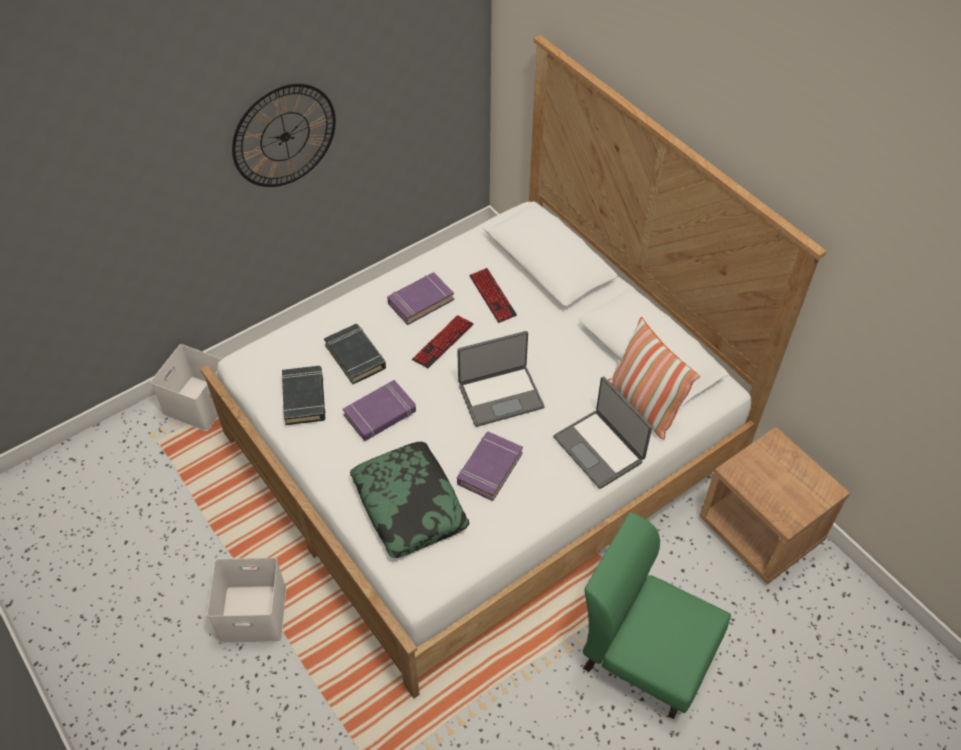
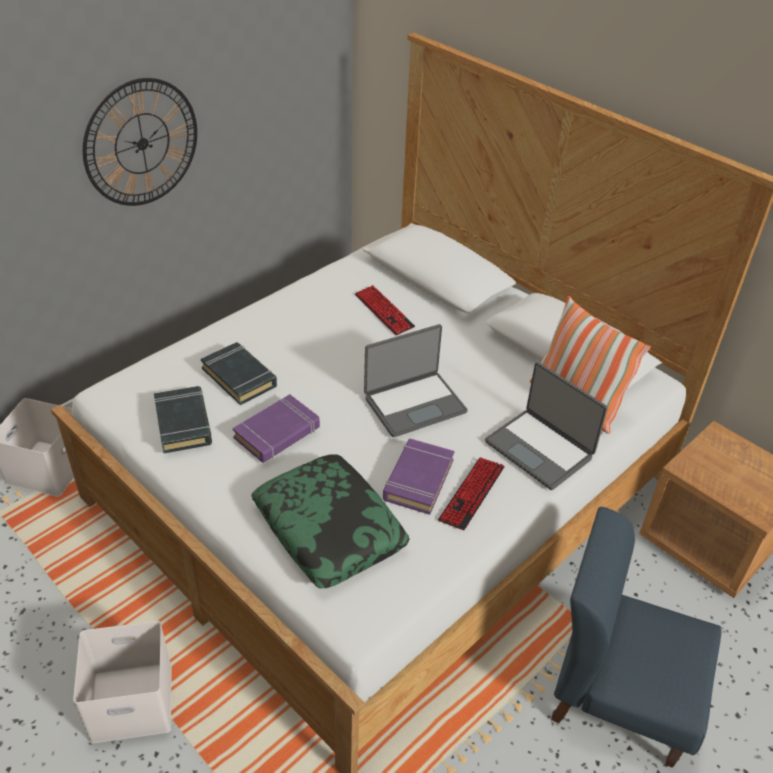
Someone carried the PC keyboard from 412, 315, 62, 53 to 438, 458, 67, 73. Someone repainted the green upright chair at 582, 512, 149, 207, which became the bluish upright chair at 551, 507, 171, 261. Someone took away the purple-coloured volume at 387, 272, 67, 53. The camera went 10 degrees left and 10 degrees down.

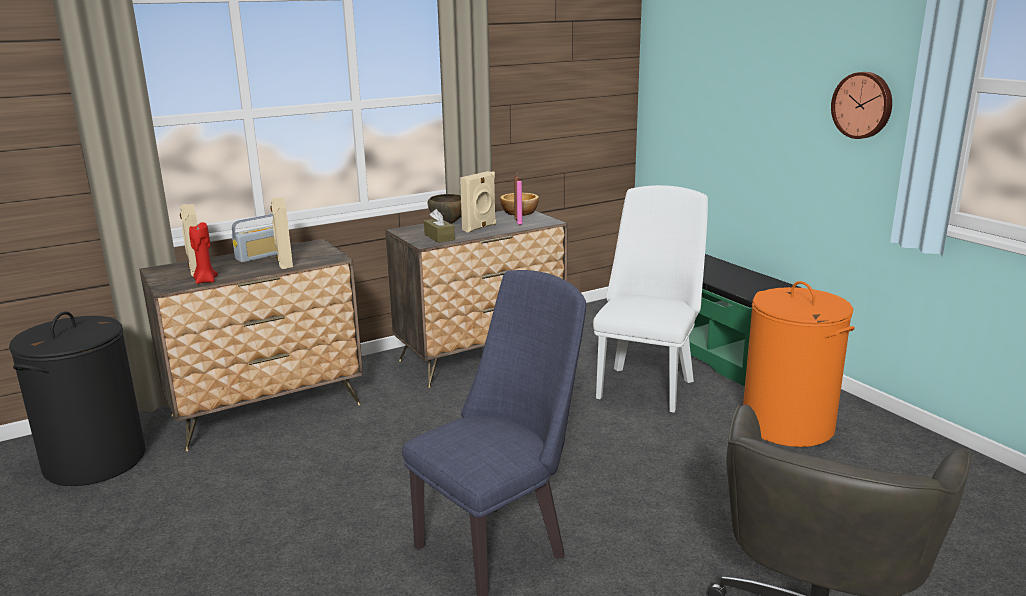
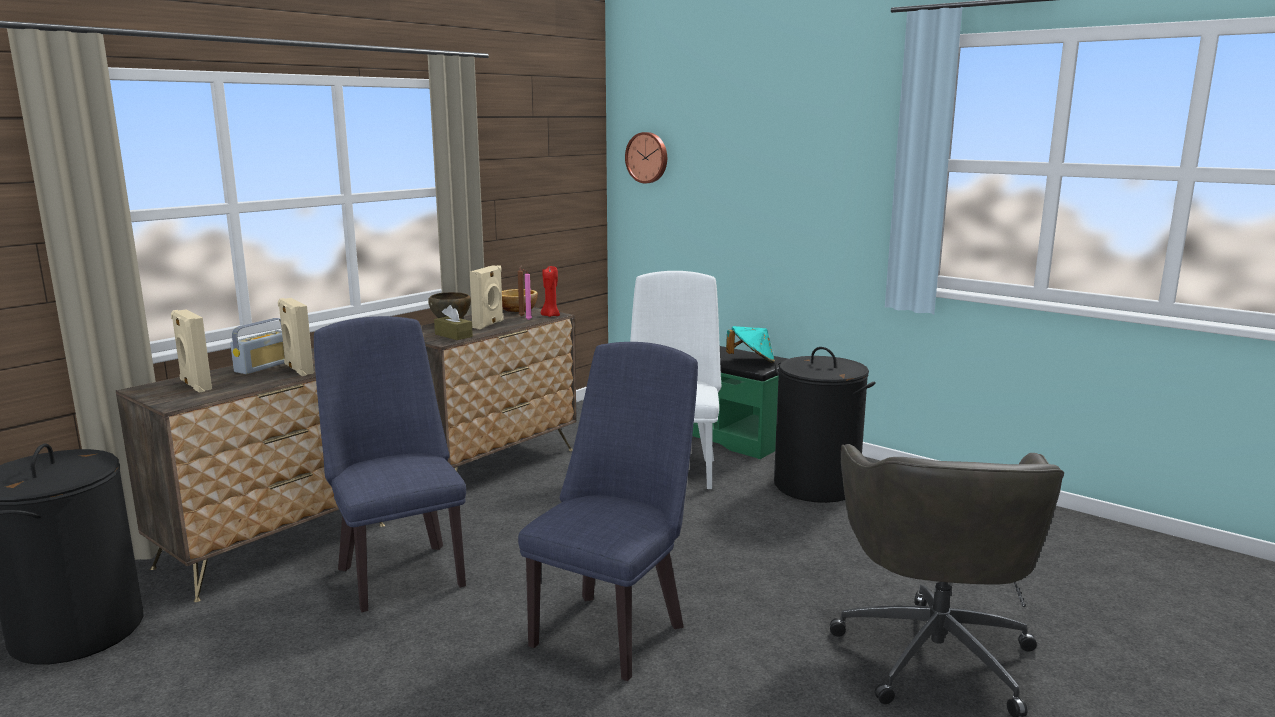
Someone put down the bluish upright chair at 314, 316, 152, 296. Someone carried the red-coloured wax candle from 189, 222, 29, 62 to 541, 266, 19, 51. Someone carried the clock on the wall from 831, 72, 61, 67 to 625, 132, 42, 51. Someone put down the turquoise hat at 726, 326, 49, 37. Someone repainted the orange-coloured washing basket at 743, 281, 112, 166, which became the blackish washing basket at 774, 347, 101, 156. The camera went 20 degrees left and 5 degrees down.

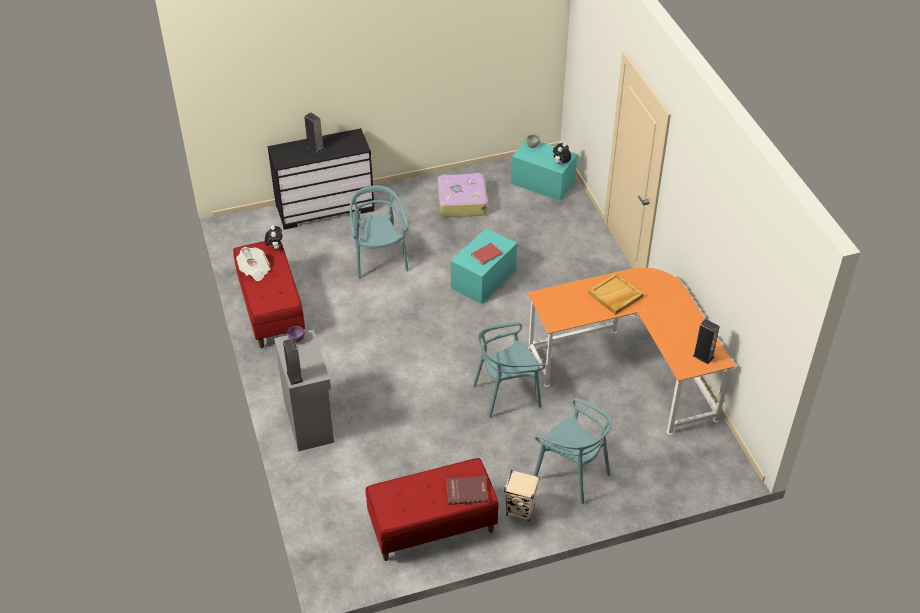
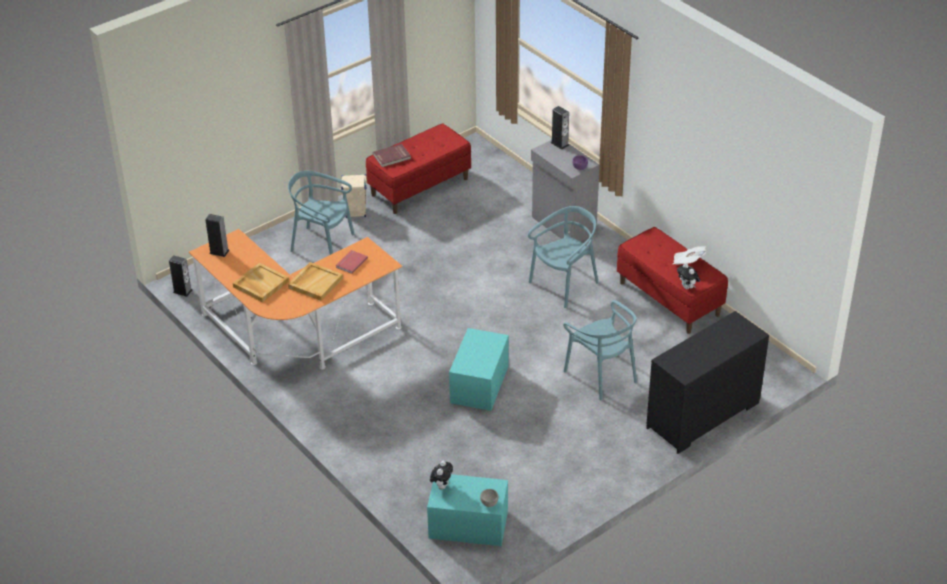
Someone carried the speaker from 304, 112, 20, 42 to 169, 255, 23, 42. Someone put down the beige-coloured serving tray at 233, 263, 56, 39. Someone carried the red-coloured volume from 471, 243, 31, 22 to 336, 250, 32, 24. Someone carried the turquoise upright chair from 473, 322, 72, 96 to 528, 206, 71, 102. Someone took away the travel case at 437, 173, 51, 44. The camera went 160 degrees right and 5 degrees down.

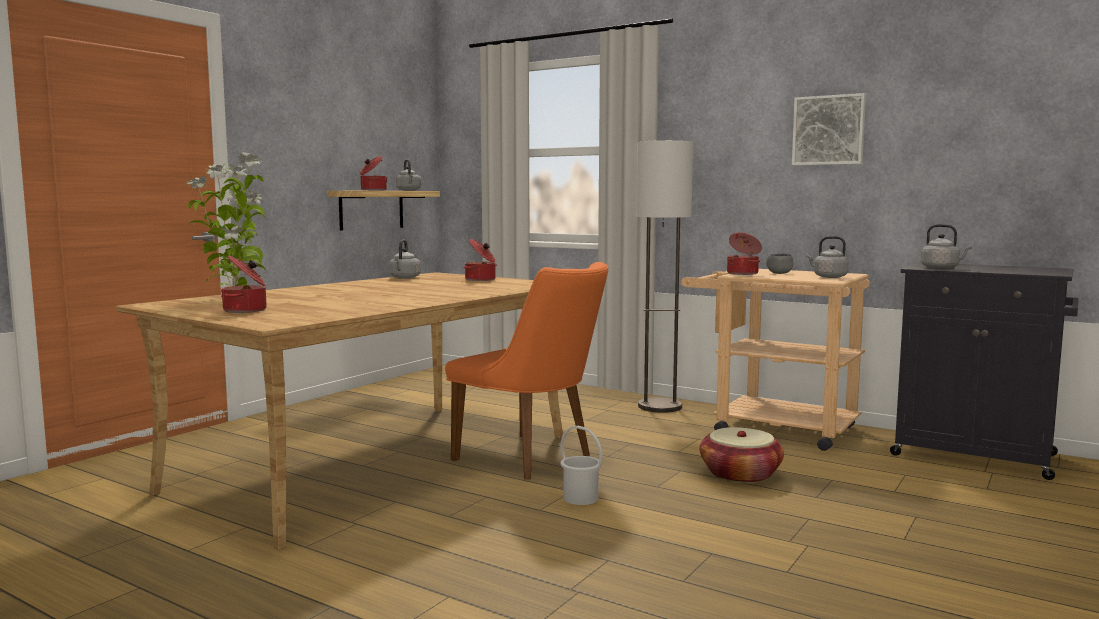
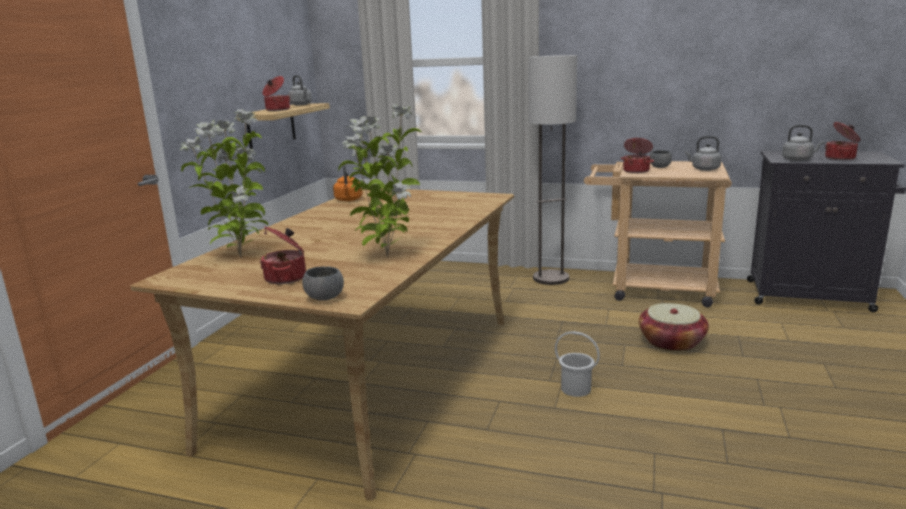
Someone put down the grey serving bowl at 302, 266, 42, 35. Someone repainted the grey kettle at 389, 240, 32, 39, which became the orange-coloured kettle at 333, 165, 30, 36. Someone put down the houseplant at 338, 104, 84, 153. Someone carried the saucepot from 464, 239, 33, 42 to 825, 122, 35, 38. Someone took away the orange-coloured upright chair at 445, 262, 163, 217. Someone took away the wall art at 792, 93, 74, 72. The camera went 15 degrees left and 10 degrees up.

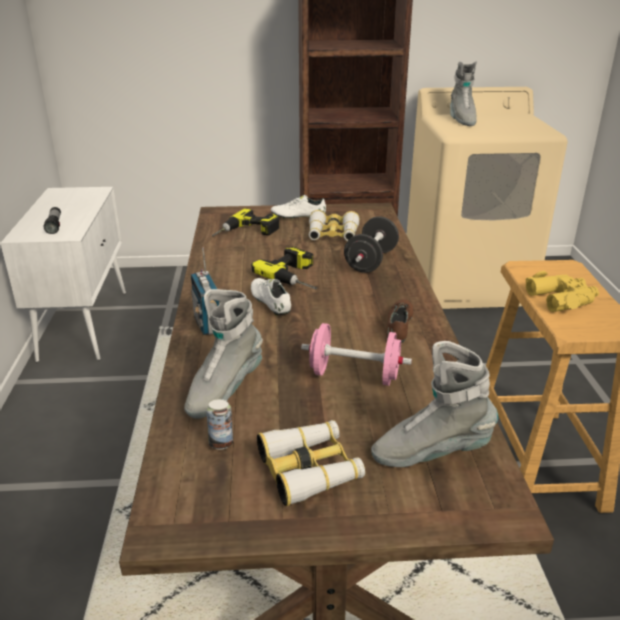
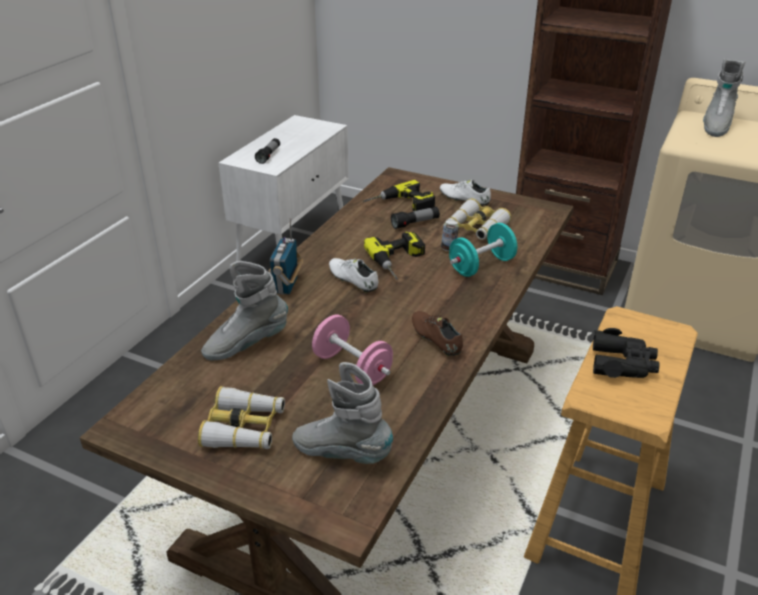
Someone rotated the white low shoe at 251, 278, 40, 38 by 45 degrees counterclockwise. Someone put down the torch at 391, 207, 49, 22. Someone rotated the brownish low shoe at 386, 299, 27, 44 by 75 degrees counterclockwise. Someone carried the sealed can from 207, 399, 26, 51 to 441, 220, 18, 31. Someone repainted the blackish dumbbell at 344, 216, 55, 57, which became the turquoise dumbbell at 449, 223, 68, 54. Someone repainted the yellowish pair of binoculars at 526, 271, 73, 41, which became the blackish pair of binoculars at 593, 328, 67, 50. The camera went 30 degrees right and 5 degrees up.

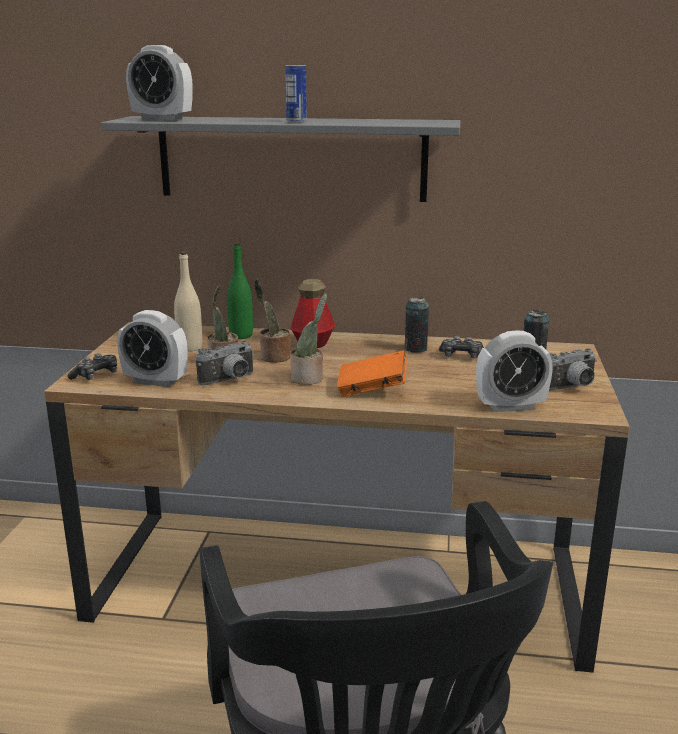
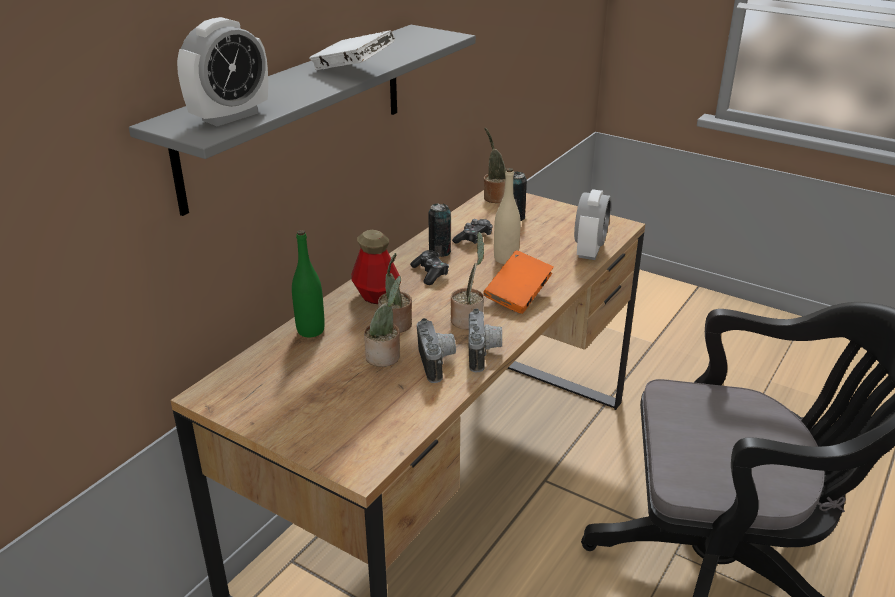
Someone swapped the sealed can at 285, 65, 22, 58 for the white volume at 309, 30, 86, 40. Someone carried the gamepad from 67, 353, 50, 27 to 410, 250, 39, 35. Someone carried the photo camera from 549, 348, 48, 43 to 469, 308, 33, 64. Someone put down the houseplant at 484, 128, 22, 75. Someone carried the beige-coloured bottle from 174, 252, 28, 100 to 494, 168, 27, 96. Someone took away the alarm clock at 117, 310, 71, 77. The camera went 65 degrees left and 10 degrees up.

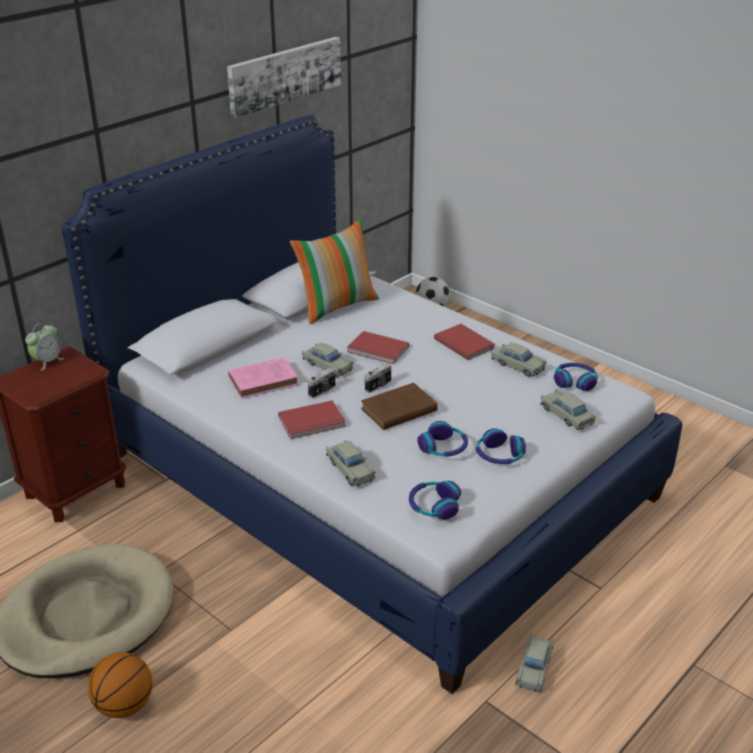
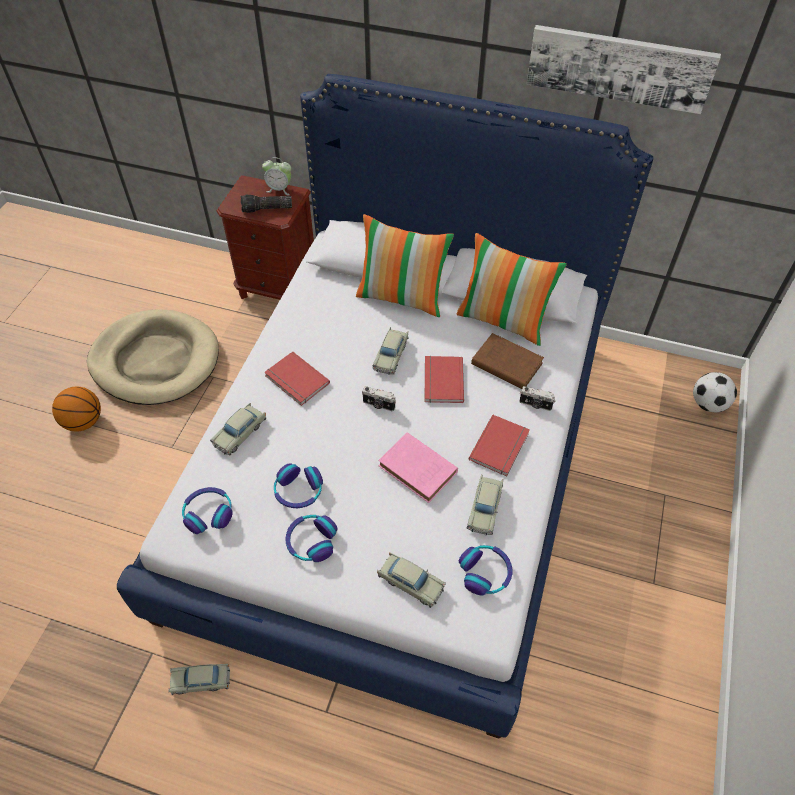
Someone put down the torch at 240, 195, 52, 18. Someone put down the cushion at 356, 214, 98, 103. Someone rotated the beige-coloured toy car at 540, 389, 55, 41 by 90 degrees clockwise. Someone carried the pink-coloured volume from 228, 357, 71, 42 to 378, 432, 80, 71. Someone carried the brownish volume from 361, 383, 77, 47 to 471, 333, 73, 56. Someone carried the photo camera from 308, 368, 27, 30 to 519, 386, 37, 25. The camera went 65 degrees right and 20 degrees up.

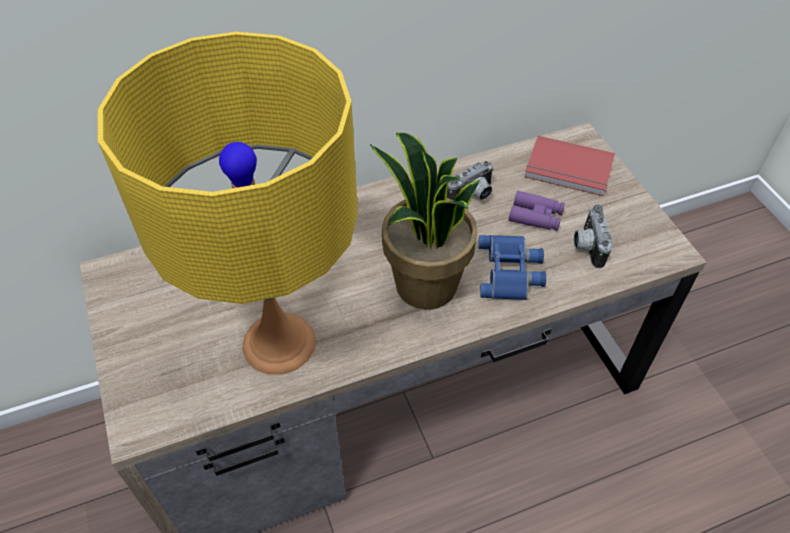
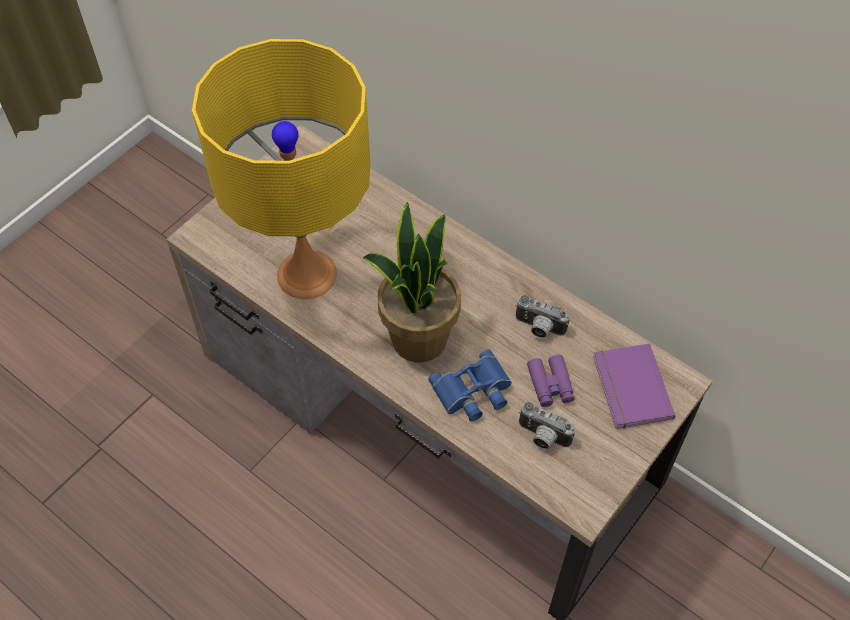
Someone rotated the photo camera at 574, 205, 38, 63 by 120 degrees counterclockwise. Someone repainted the red-coloured volume at 524, 136, 91, 60, which became the purple-coloured volume at 593, 343, 82, 86. The camera went 60 degrees right and 5 degrees up.

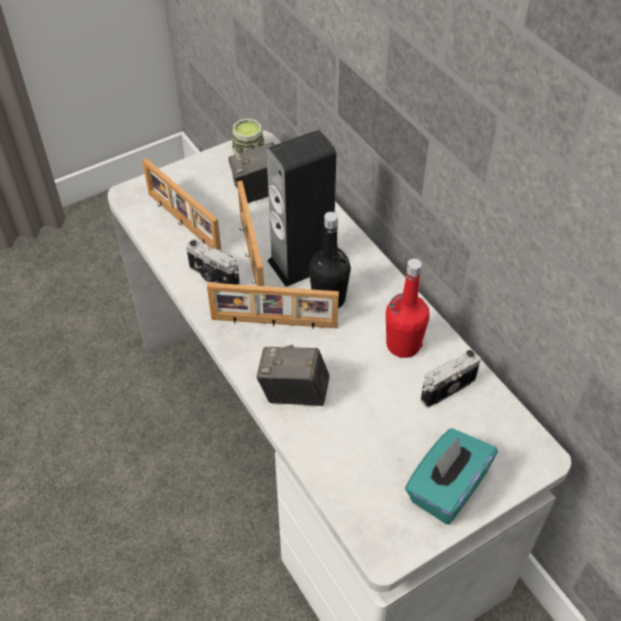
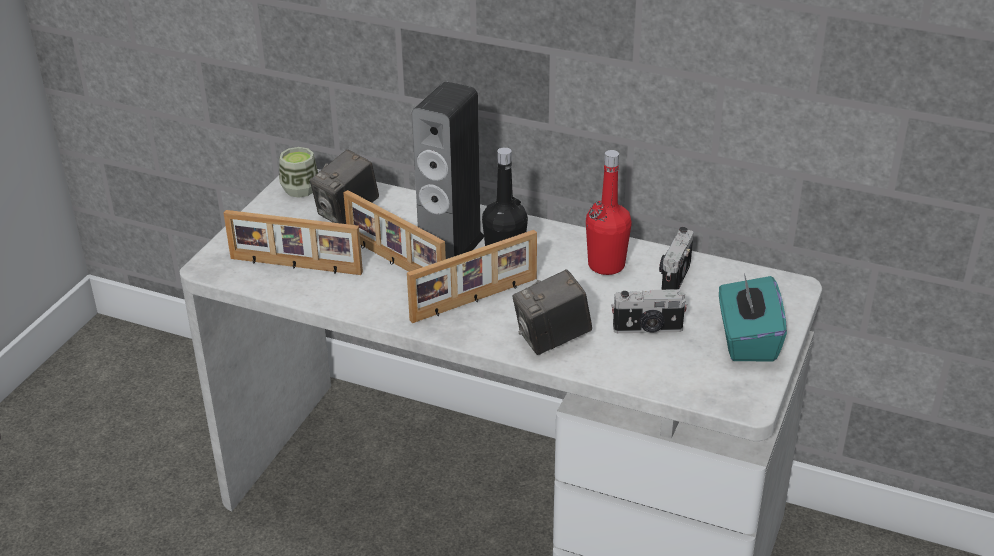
Someone carried the photo camera from 186, 239, 54, 46 to 611, 289, 77, 44. The camera went 35 degrees left and 15 degrees down.

